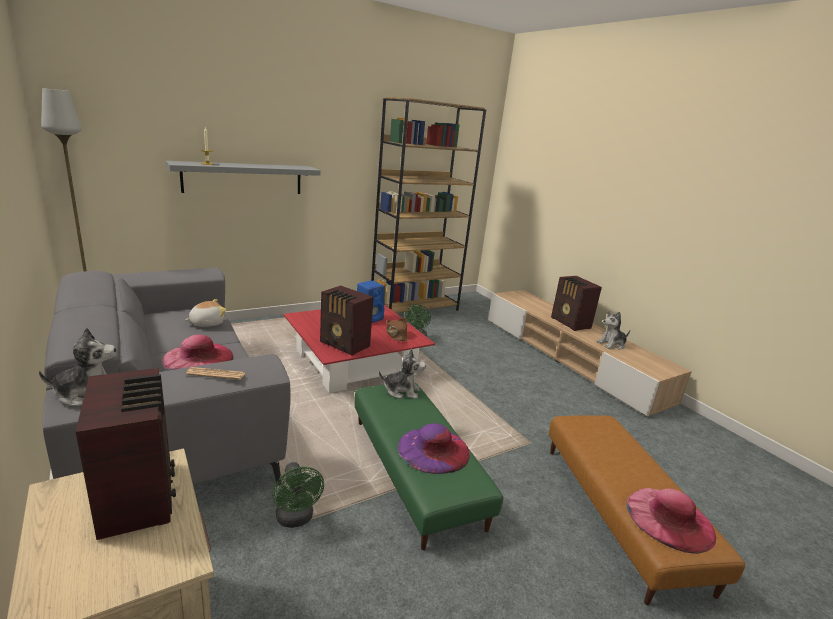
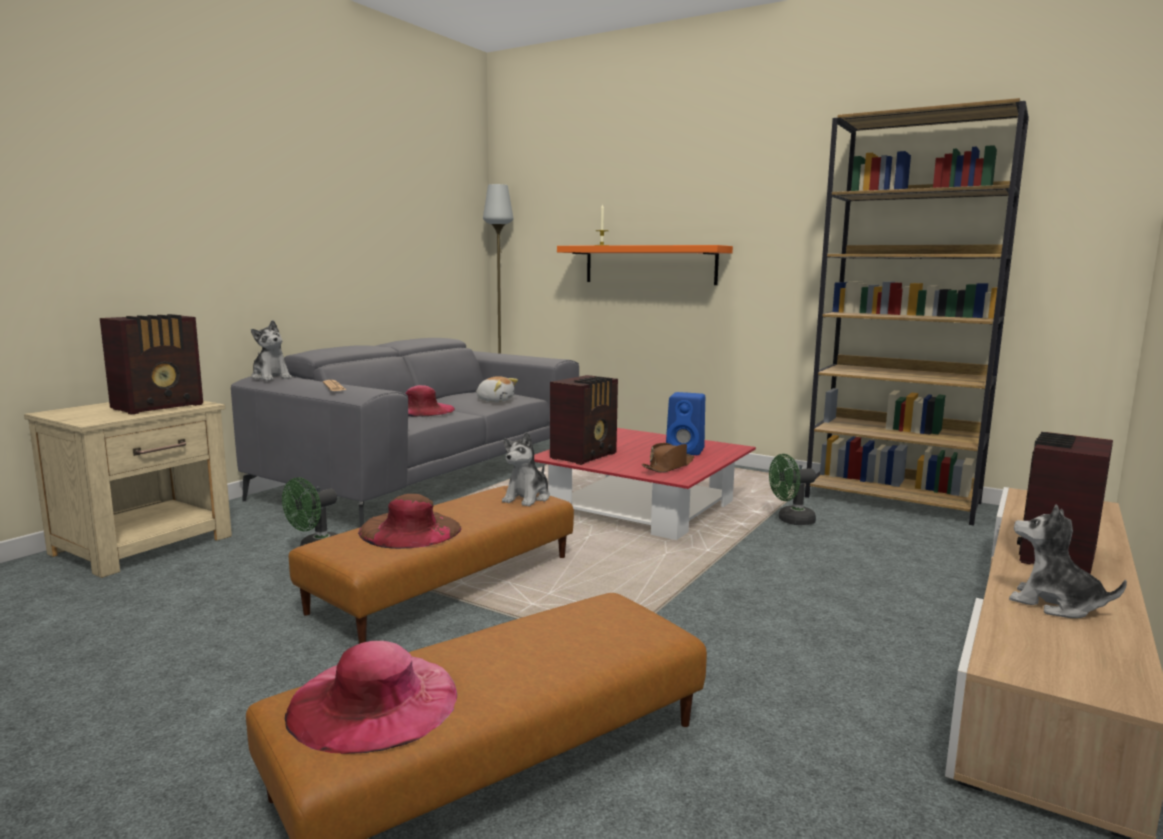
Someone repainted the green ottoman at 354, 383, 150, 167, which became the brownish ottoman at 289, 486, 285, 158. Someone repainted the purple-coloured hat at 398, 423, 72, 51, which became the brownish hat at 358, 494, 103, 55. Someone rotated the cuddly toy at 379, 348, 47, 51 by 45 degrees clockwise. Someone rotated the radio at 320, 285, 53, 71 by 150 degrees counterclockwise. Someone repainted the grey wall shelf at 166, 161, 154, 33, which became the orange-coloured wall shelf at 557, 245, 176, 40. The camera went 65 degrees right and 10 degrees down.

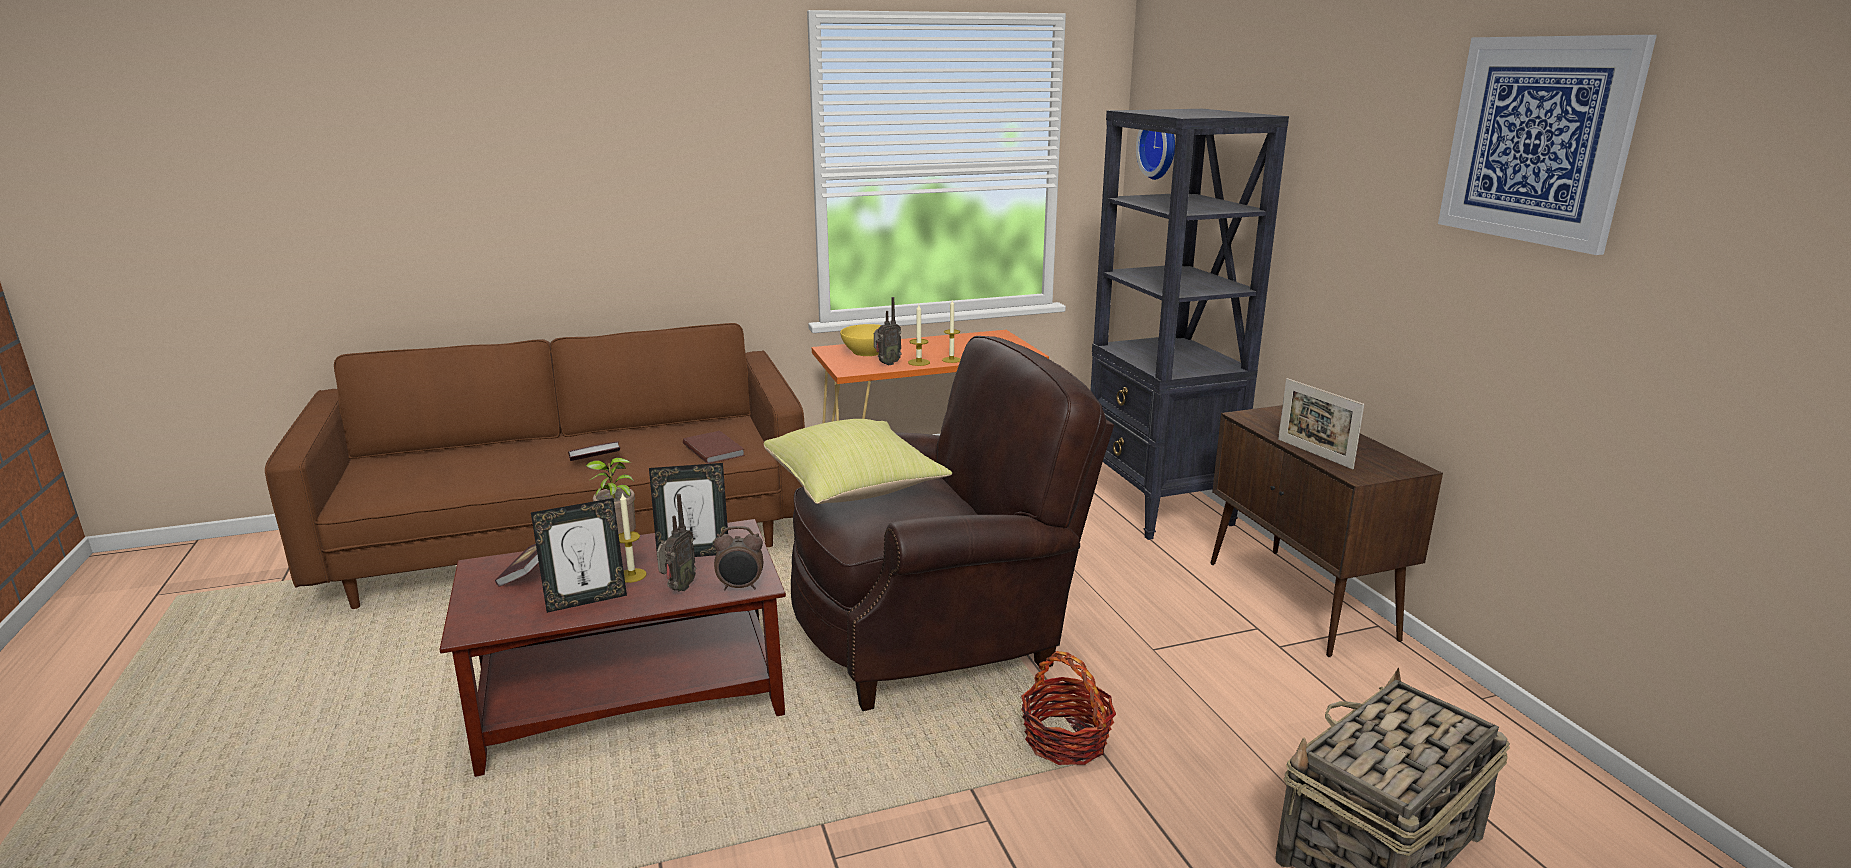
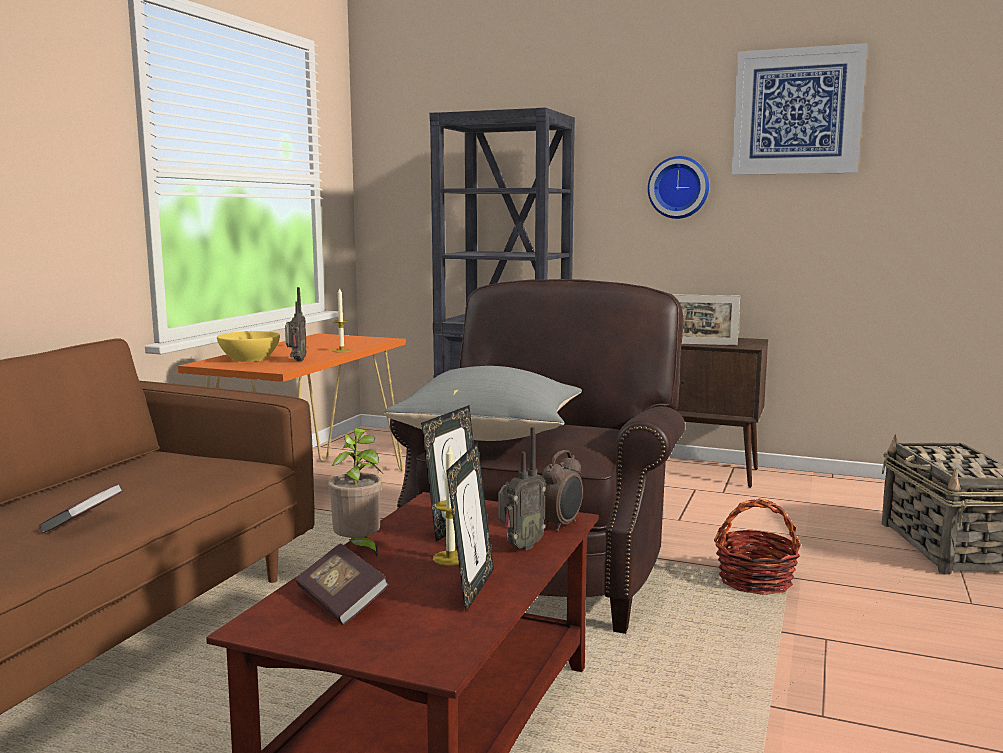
Someone repainted the yellowish cushion at 764, 419, 188, 85, which became the grey cushion at 384, 366, 198, 75. Someone rotated the radio at 657, 494, 39, 98 by 75 degrees clockwise. Someone carried the clock on the wall from 1136, 129, 39, 51 to 648, 156, 61, 63. Someone took away the brownish volume at 683, 431, 62, 33. Someone took away the wax candle at 908, 305, 22, 61. The camera went 50 degrees left and 10 degrees down.

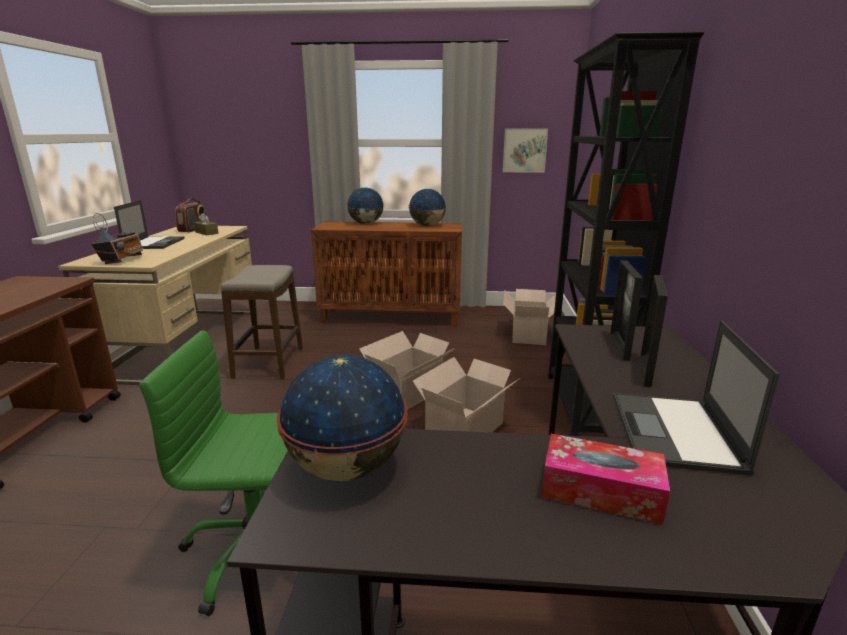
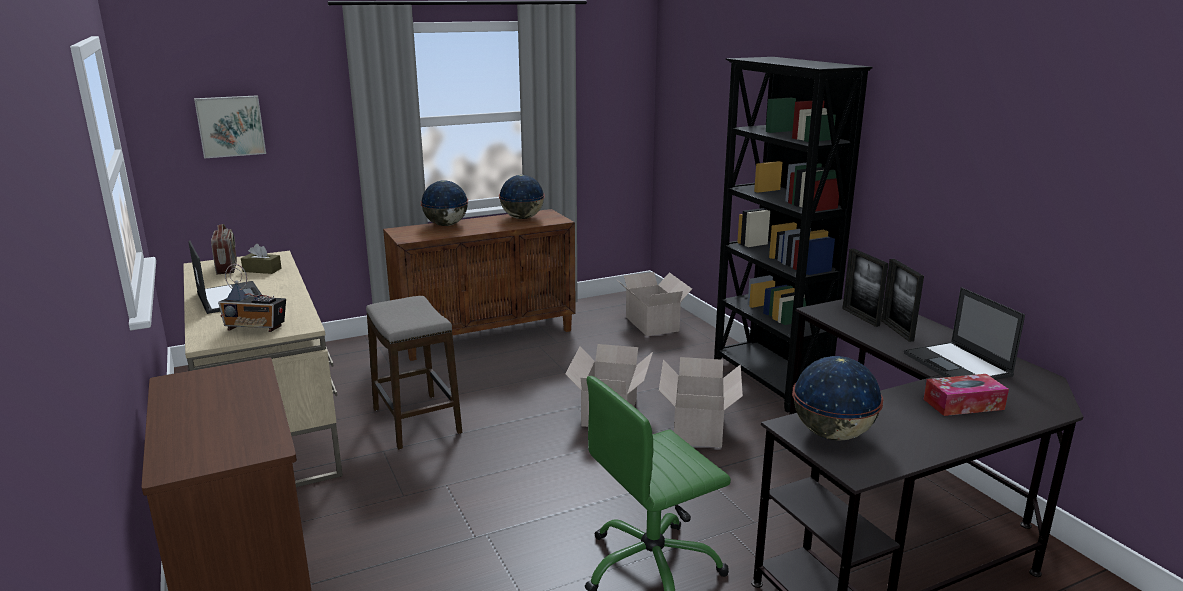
Someone carried the wall art from 503, 128, 45, 45 to 194, 95, 72, 64. Someone rotated the radio at 91, 213, 53, 51 by 120 degrees clockwise. The camera went 30 degrees left and 0 degrees up.

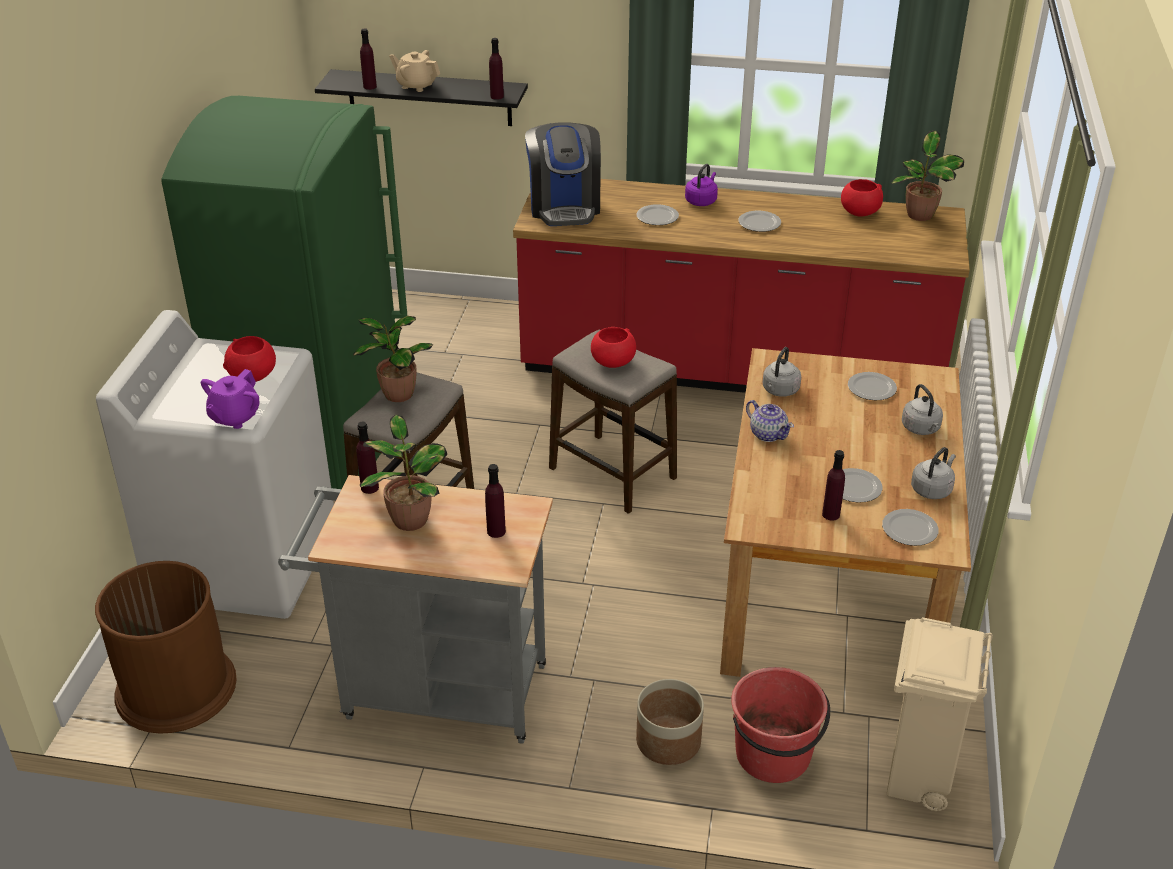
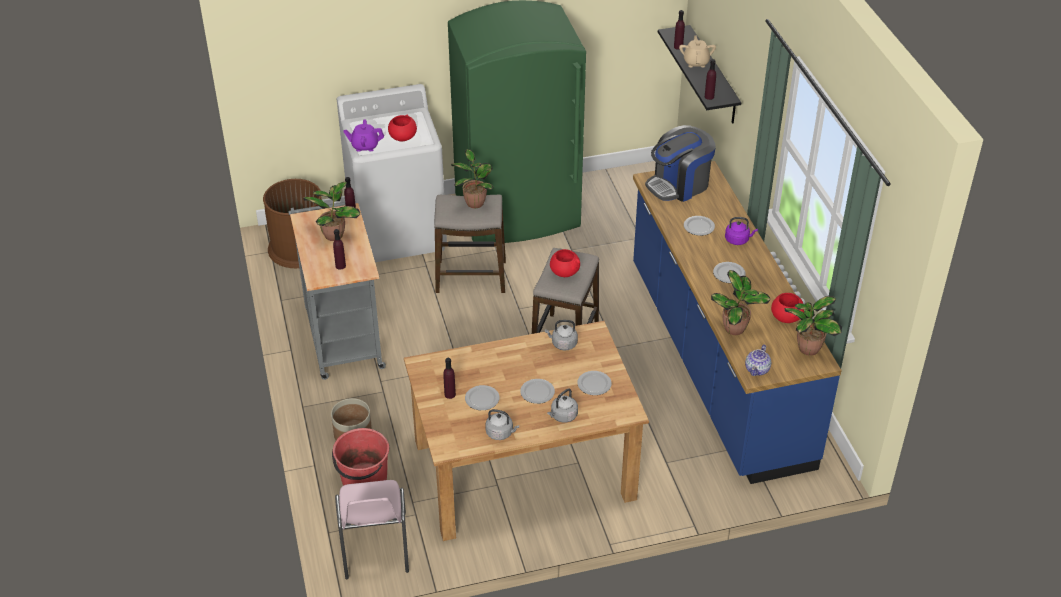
Someone swapped the beige-coloured rubbish bin at 887, 617, 106, 194 for the pink-coloured upright chair at 335, 480, 74, 100. Someone carried the plate from 882, 509, 57, 37 to 520, 379, 35, 25. Someone repainted the red-coloured kitchen counter at 513, 179, 457, 214, which became the bluish kitchen counter at 633, 161, 209, 323. Someone put down the houseplant at 711, 270, 60, 65. Someone carried the tea pot from 746, 400, 48, 42 to 745, 344, 26, 32. The camera went 65 degrees right and 5 degrees up.

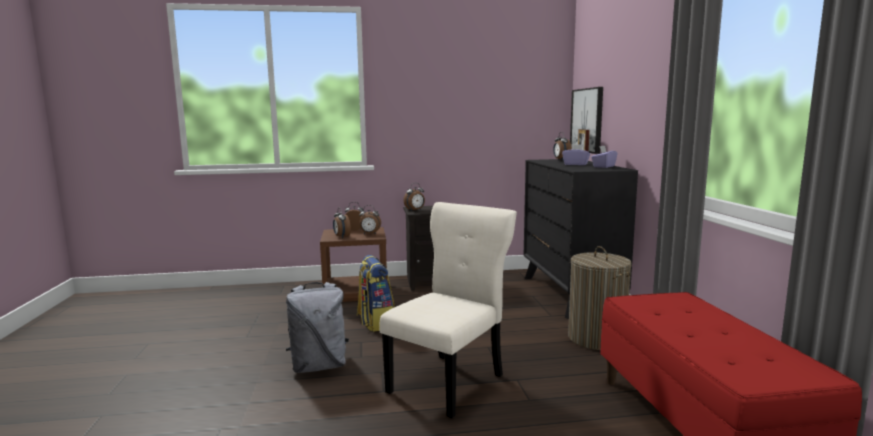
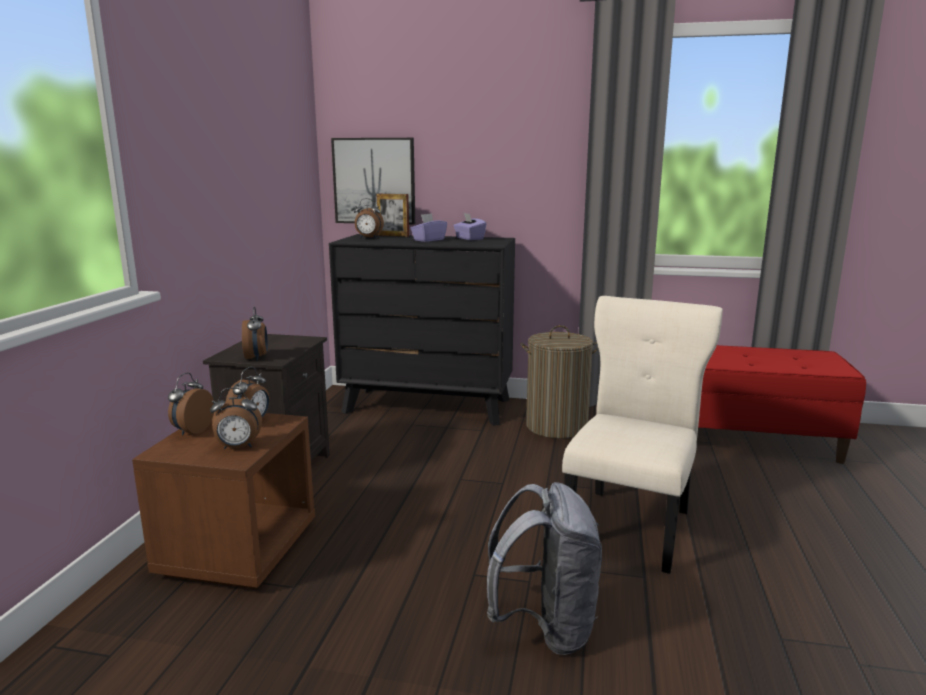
Someone rotated the beige-coloured upright chair at 379, 202, 138, 216 by 60 degrees clockwise. Someone took away the backpack at 357, 255, 37, 77. The camera went 70 degrees left and 5 degrees up.

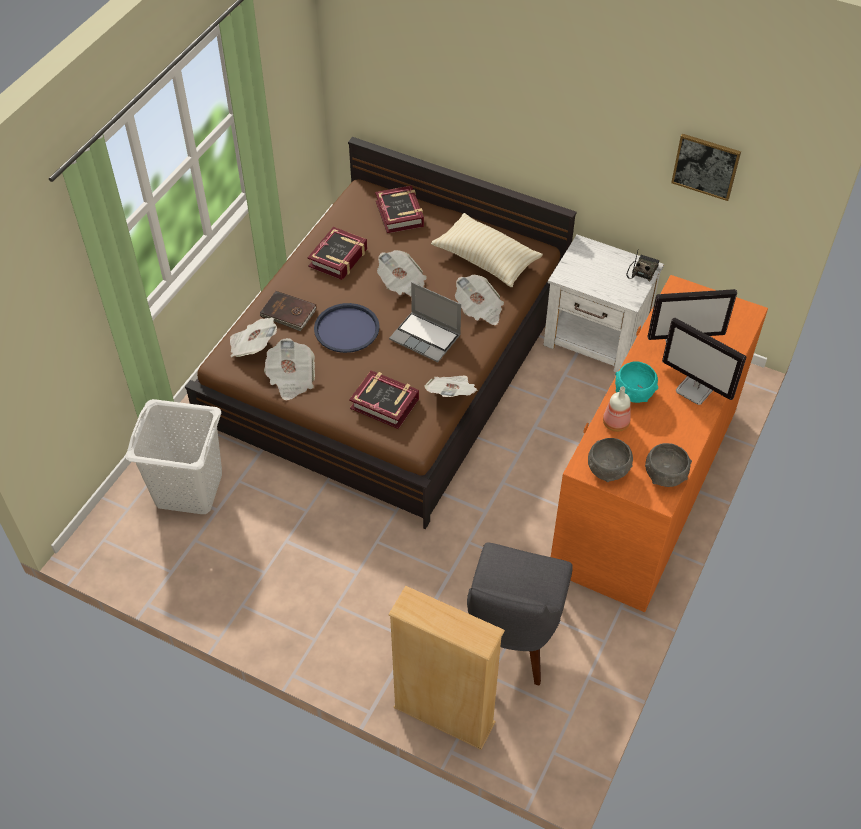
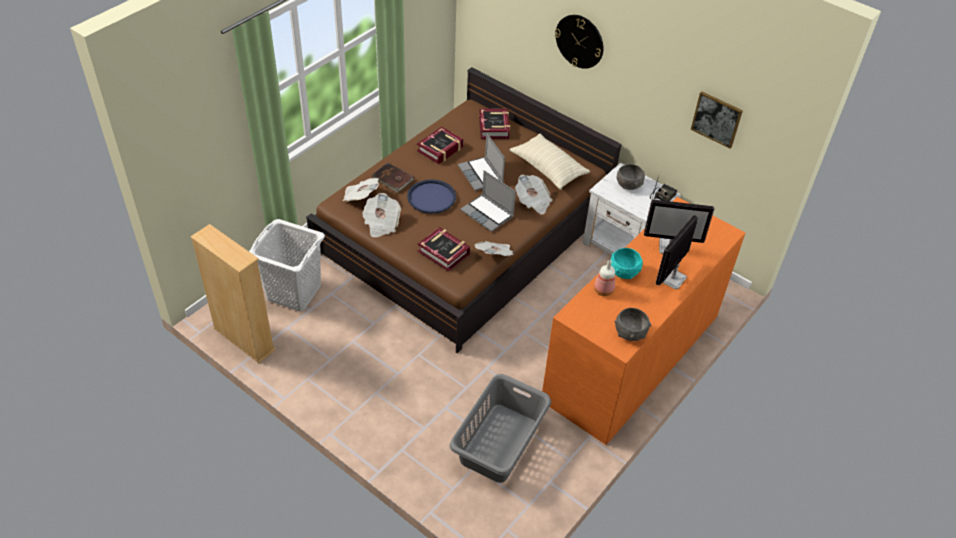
Someone carried the beige-coloured shelving unit from 388, 586, 117, 164 to 191, 224, 85, 139. Someone swapped the grey upright chair at 467, 542, 106, 144 for the grey washing basket at 450, 374, 101, 109. Someone swapped the daily paper at 377, 250, 49, 46 for the notebook computer at 458, 133, 47, 58. Someone put up the clock on the wall at 555, 15, 48, 54. Someone carried the grey serving bowl from 588, 438, 45, 44 to 616, 164, 29, 26. Someone rotated the monitor at 662, 318, 85, 87 by 75 degrees clockwise. The camera went 10 degrees right and 5 degrees down.

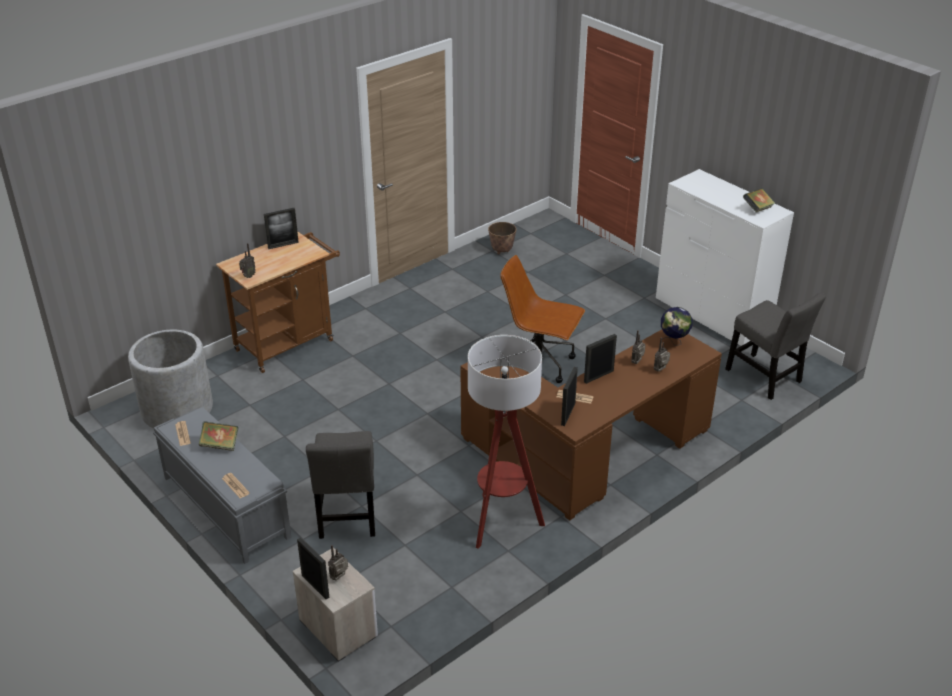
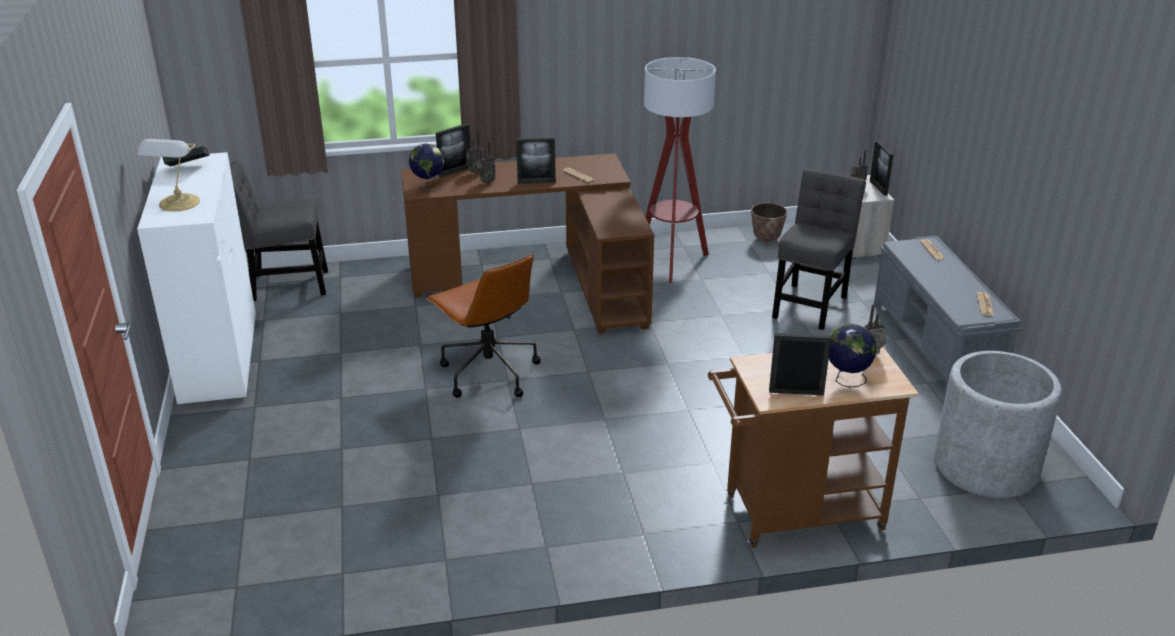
Someone put down the lamp for a table at 137, 139, 63, 72. Someone rotated the grey upright chair at 725, 293, 101, 107 by 90 degrees counterclockwise. Someone carried the photo frame from 561, 367, 17, 59 to 436, 124, 35, 53. Someone carried the plant pot from 488, 222, 29, 33 to 751, 203, 37, 42. Someone put down the world globe at 829, 324, 48, 63. Someone took away the volume at 199, 421, 39, 30. The camera went 150 degrees left and 5 degrees down.

